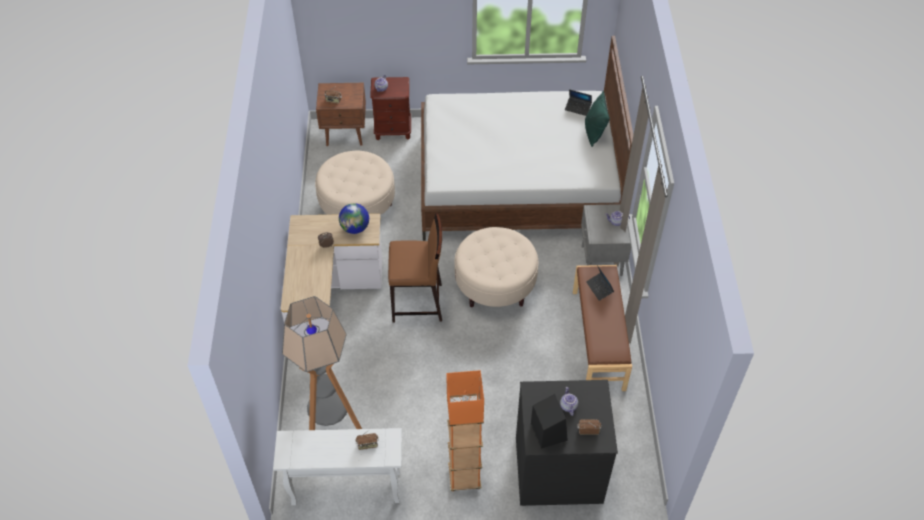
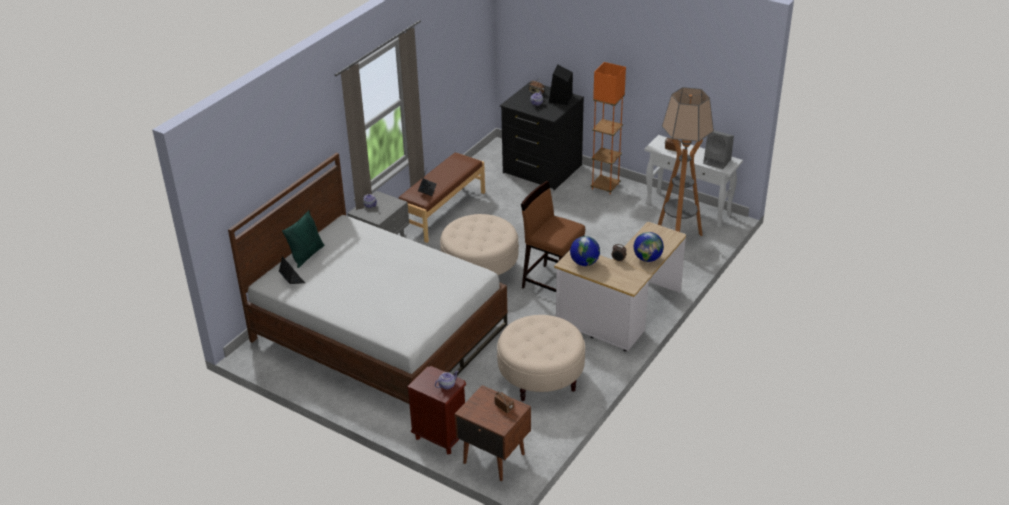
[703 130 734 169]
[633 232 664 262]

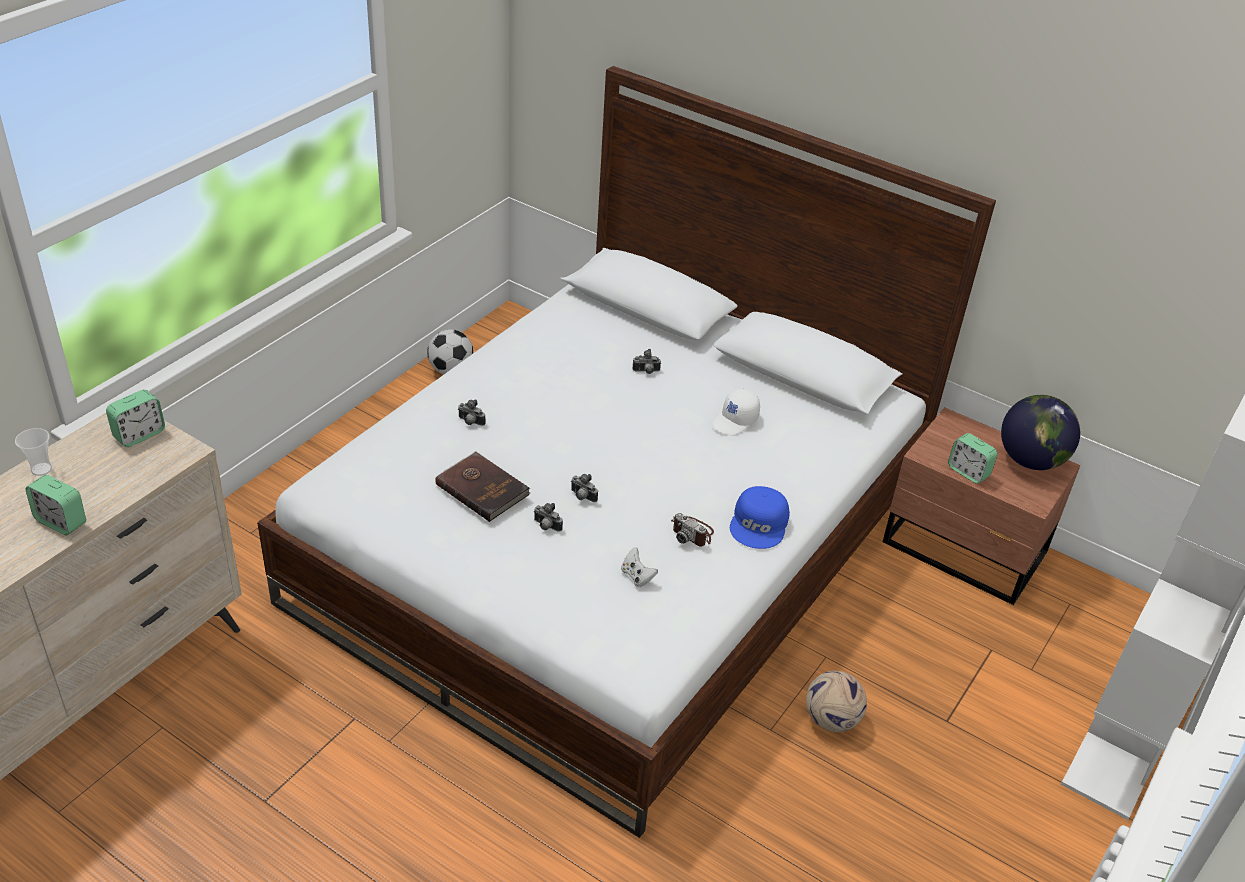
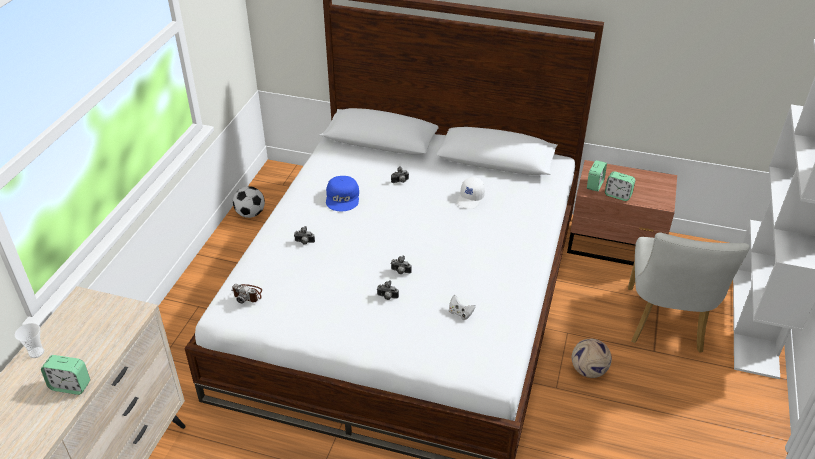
[587 160 607 191]
[1001 395 1080 470] (first image)
[435 451 530 522] (first image)
[326 176 359 211]
[232 284 262 304]
[628 233 750 353]

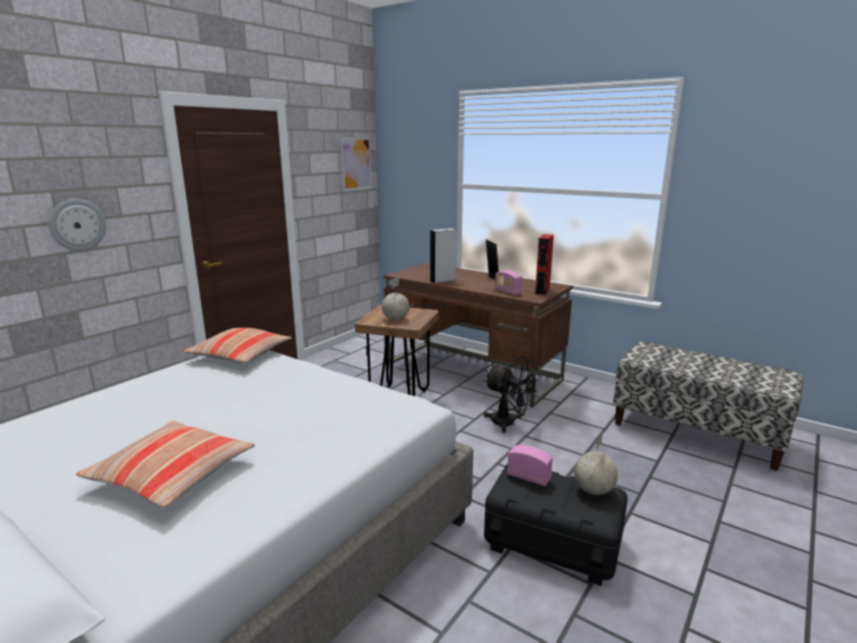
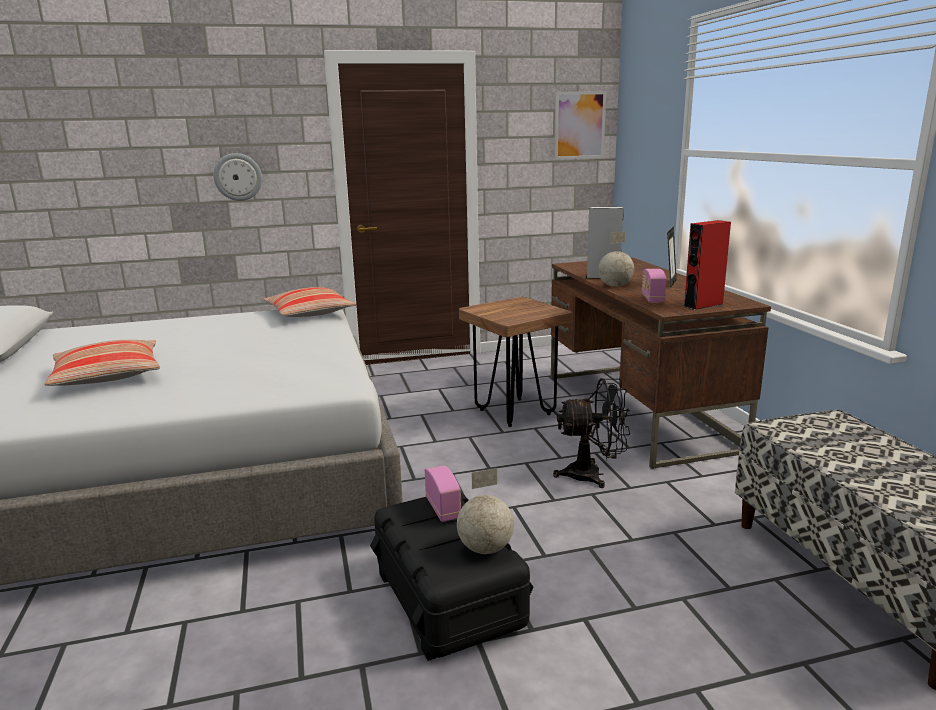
[598 231 634 287]
[553 378 630 488]

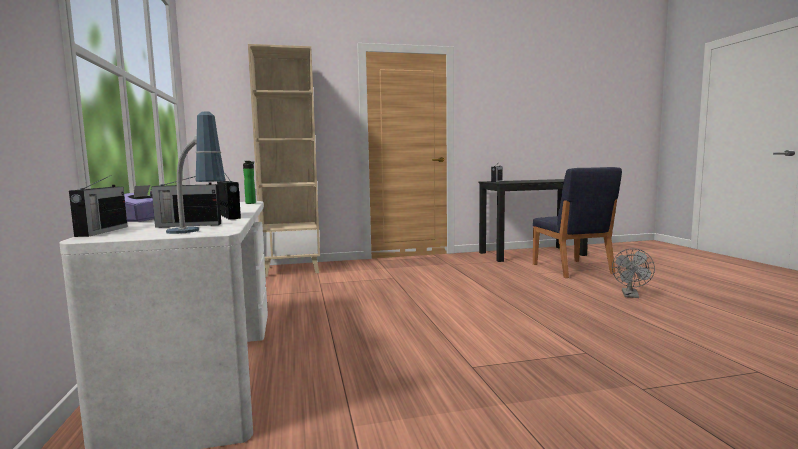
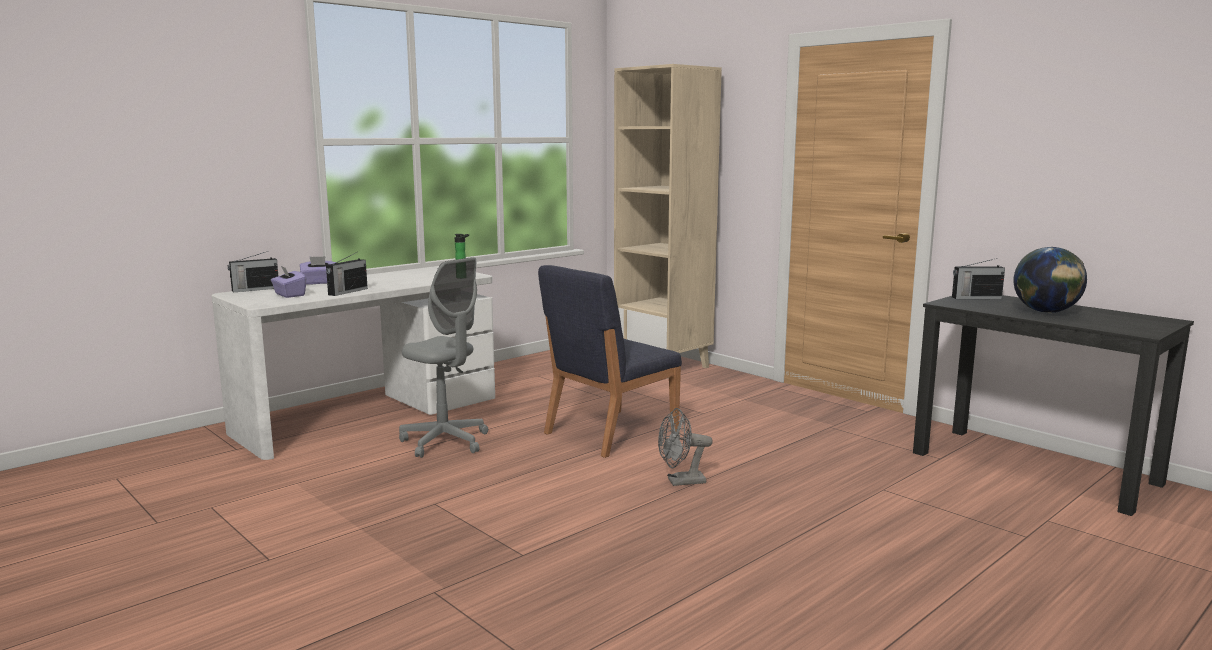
[166 111 225 234] (first image)
[538 265 682 458]
[271 266 306 298]
[658 408 713 486]
[1013 247 1087 313]
[399 257 488 458]

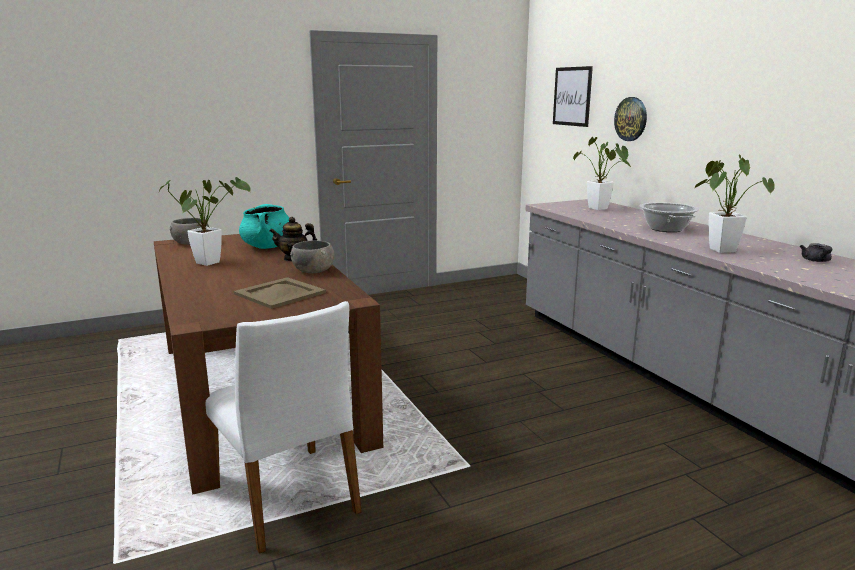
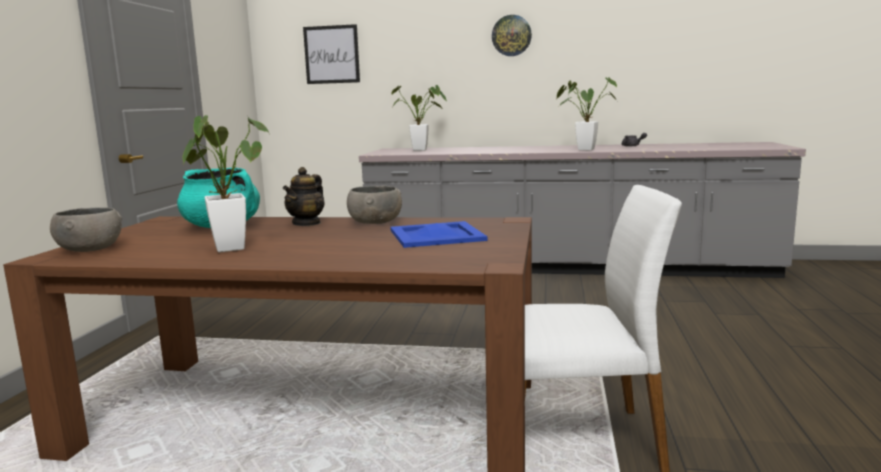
[492 15 532 56]
[640 202 699 232] (first image)
[390 221 488 248]

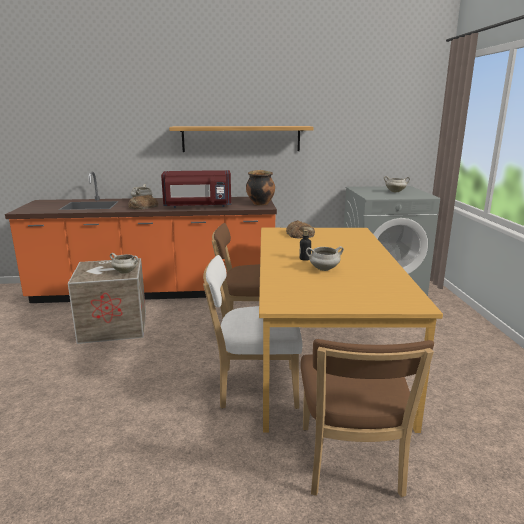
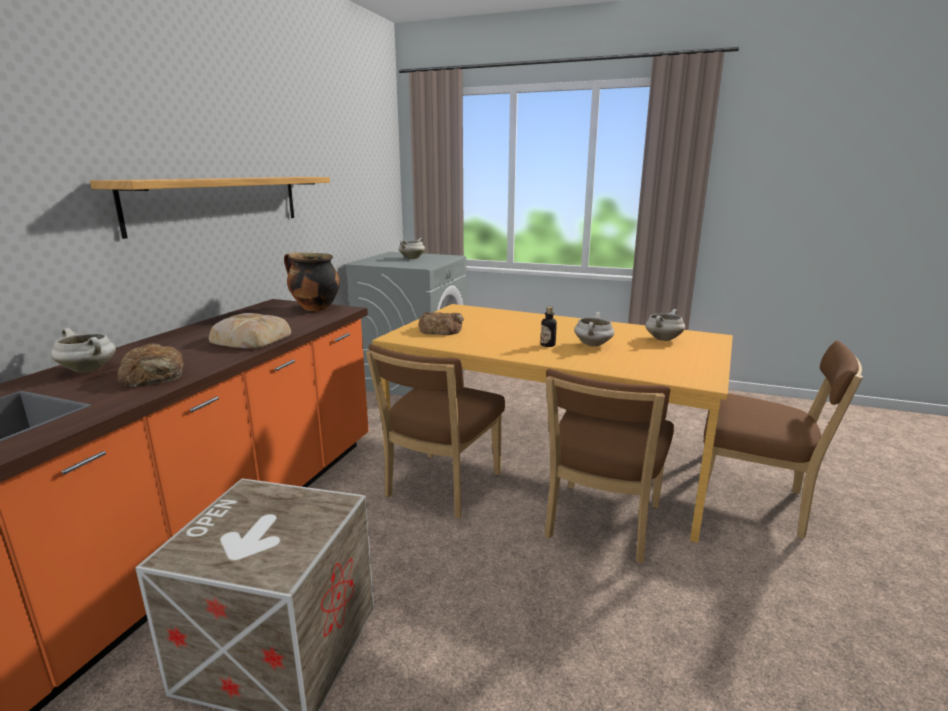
[209 313 291 349]
[645 309 685 341]
[545 369 674 563]

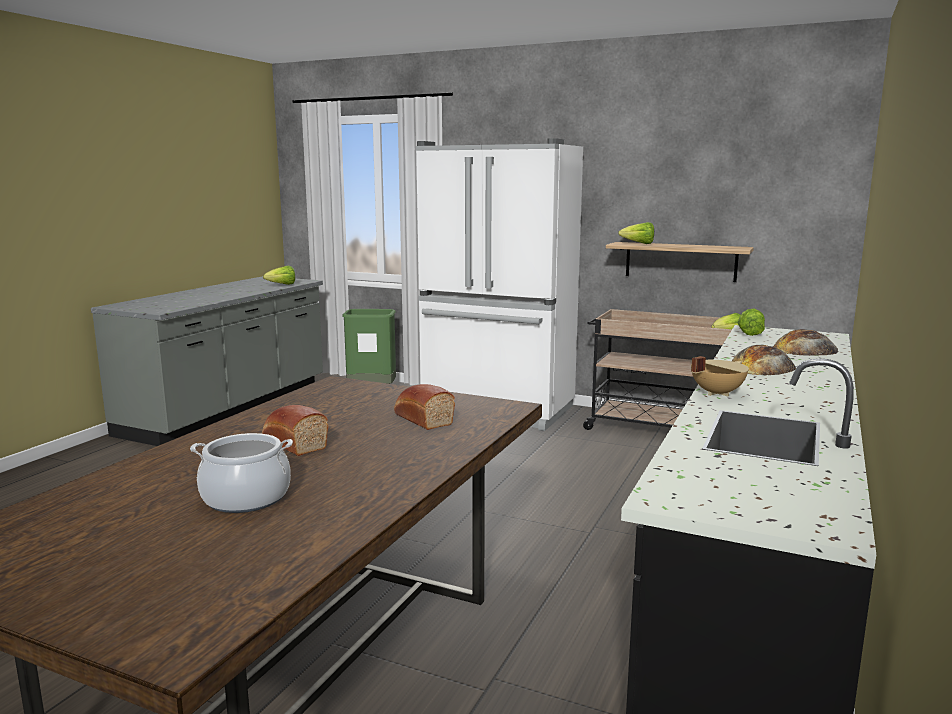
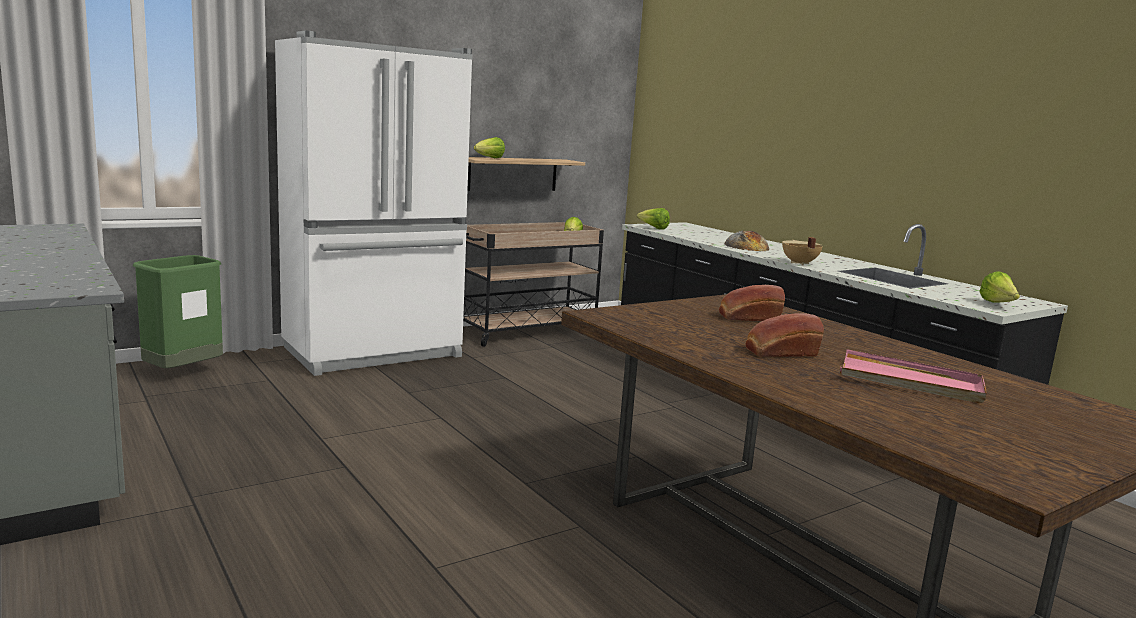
[979 271 1020 303]
[773 329 839 356] (first image)
[840 349 987 403]

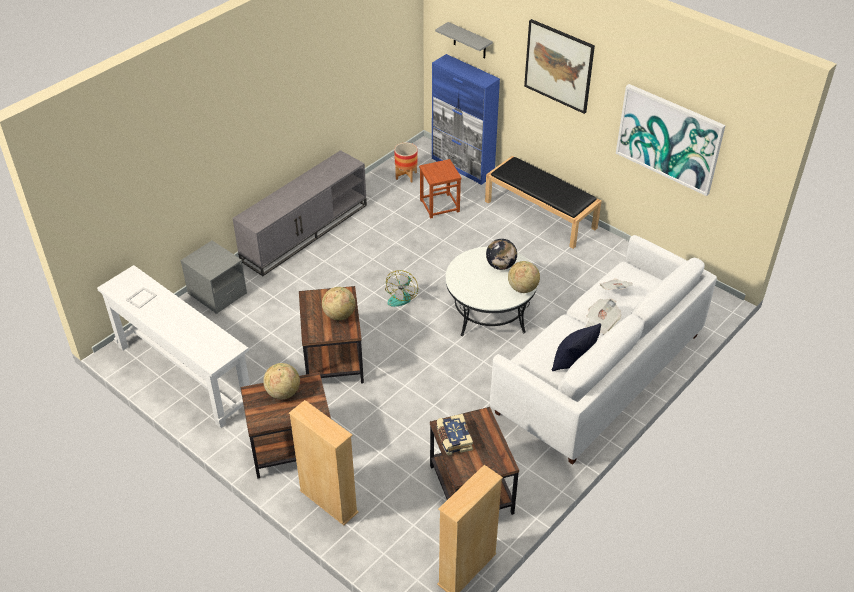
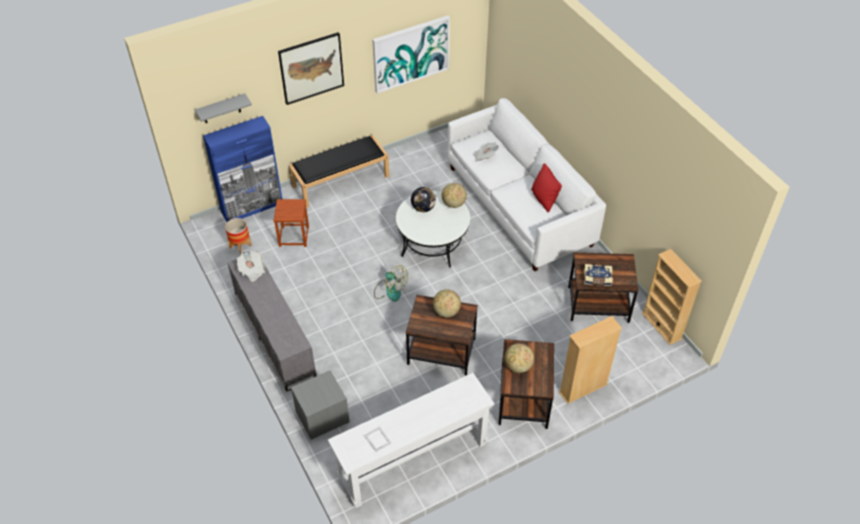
[237 250 265 282]
[531 163 562 212]

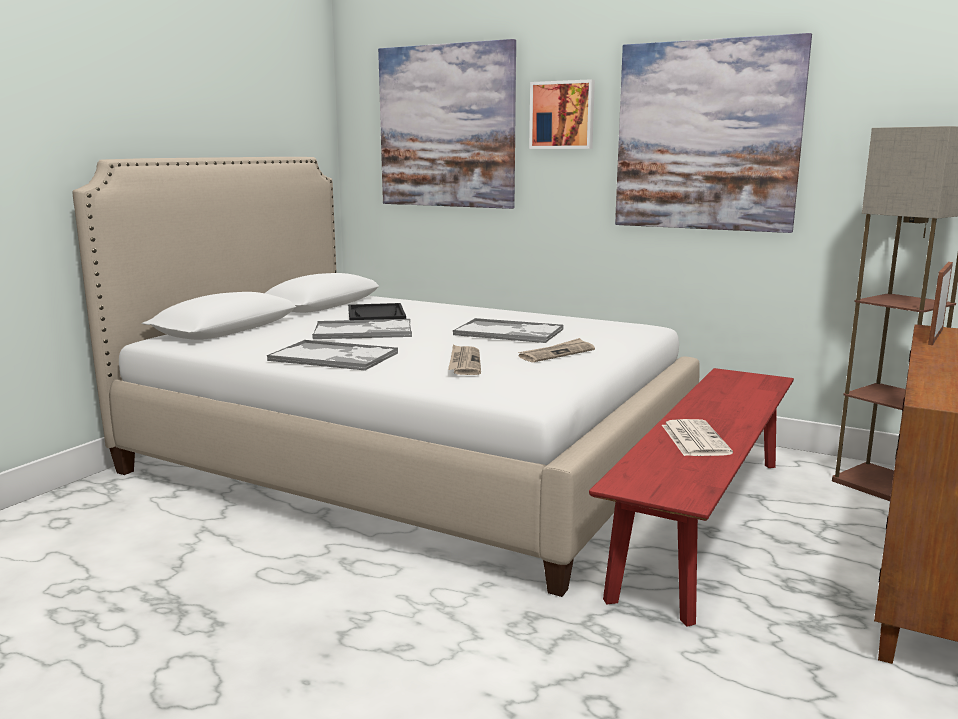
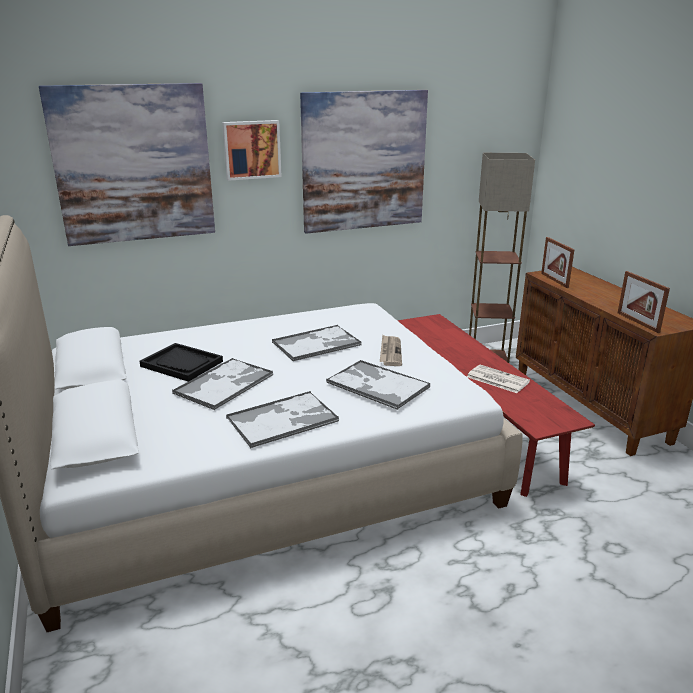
[326 360 430 410]
[618 271 670 333]

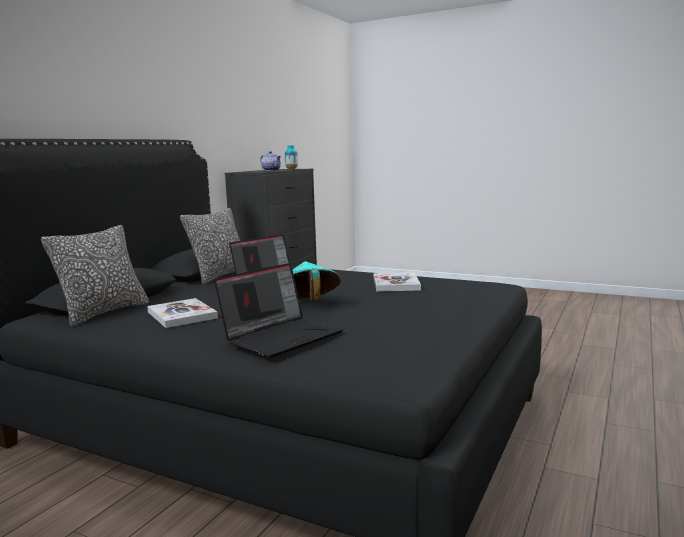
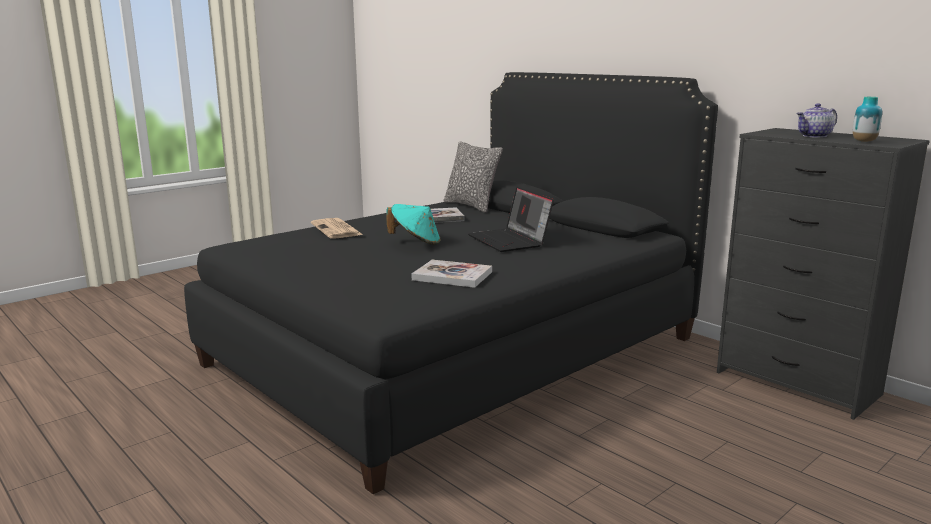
[180 208 240 284] (first image)
[311 218 363 238]

